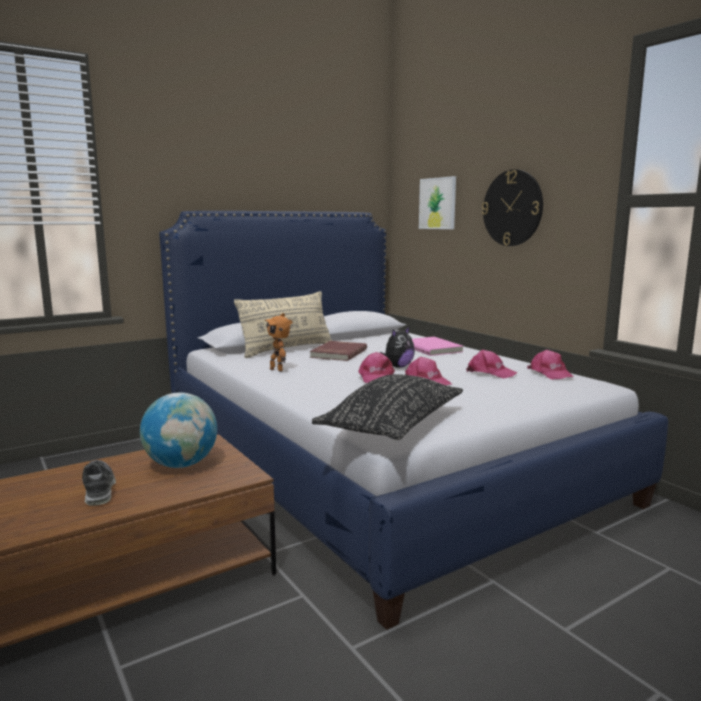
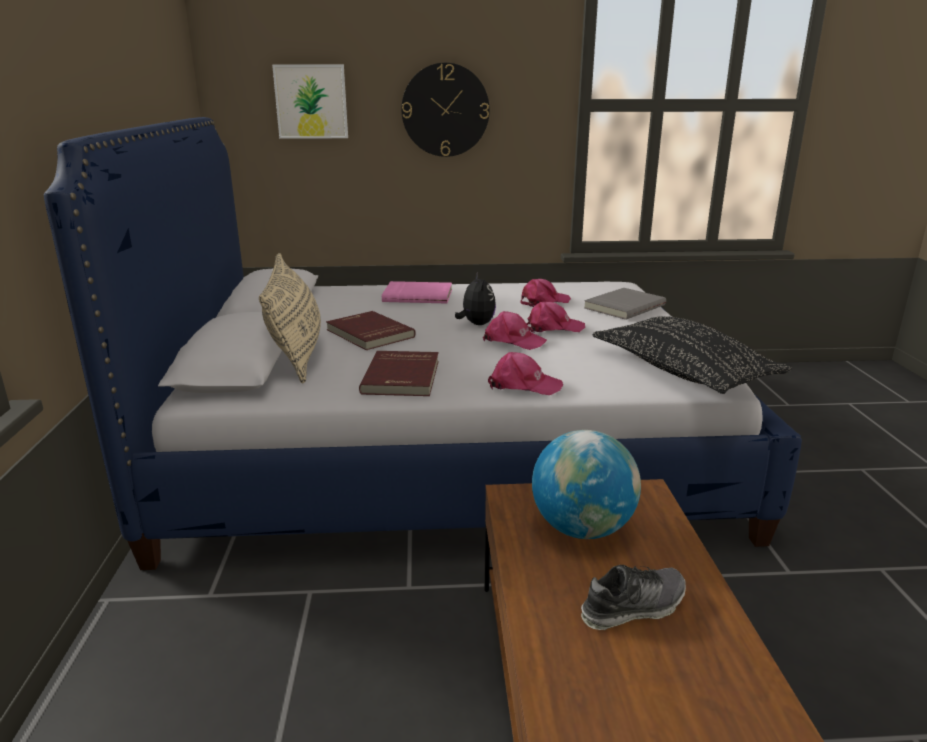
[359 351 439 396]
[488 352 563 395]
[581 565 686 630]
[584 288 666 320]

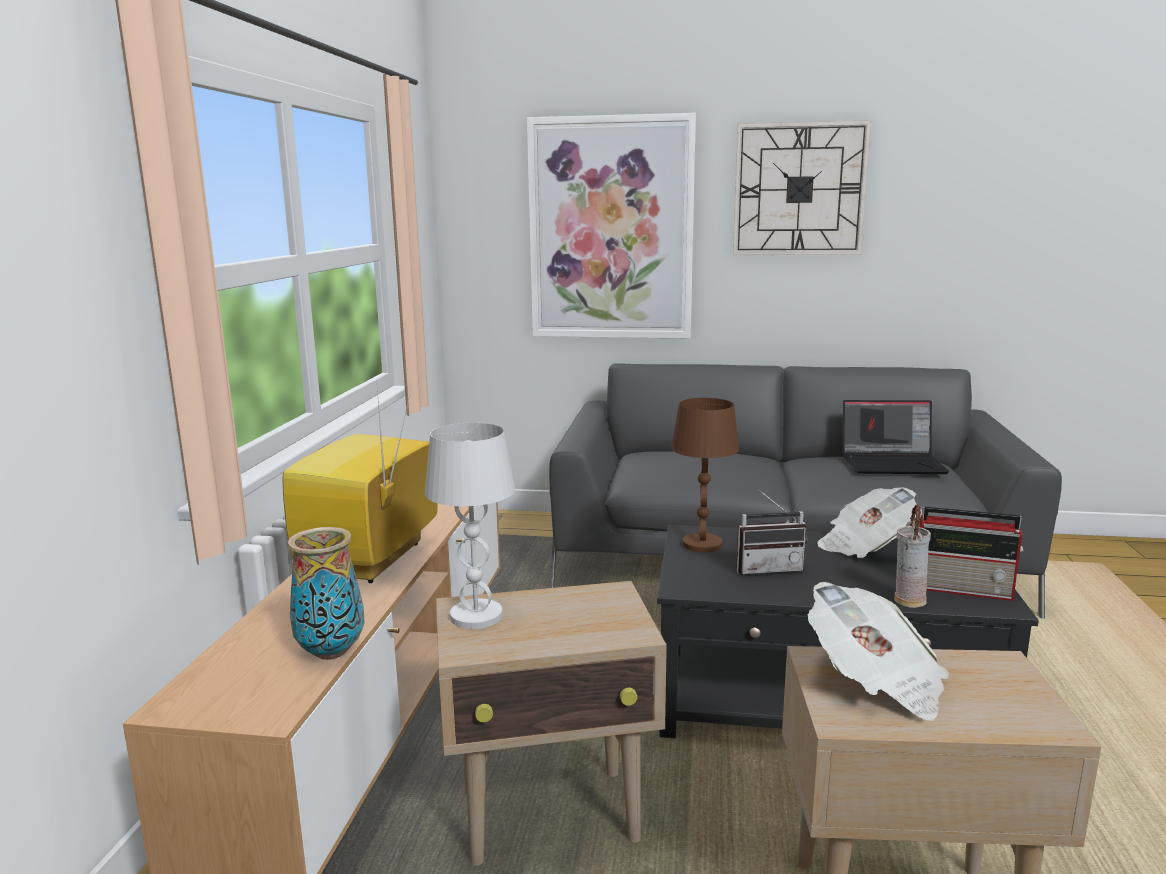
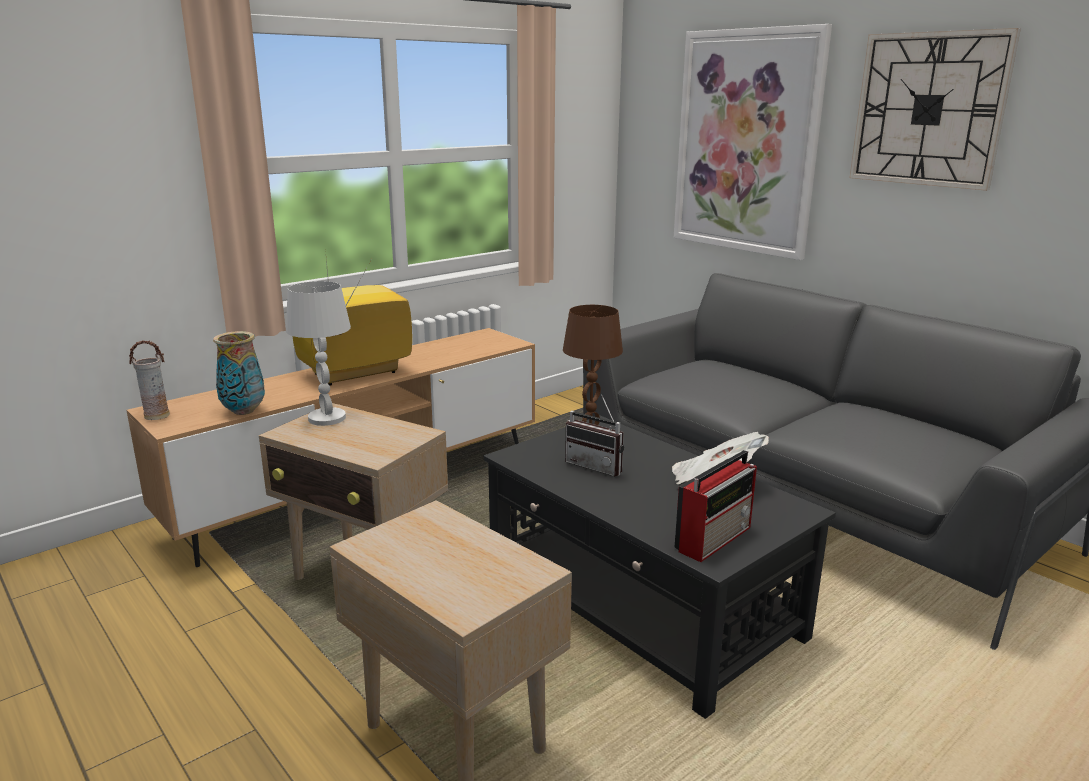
[843 400 949 474] (first image)
[129 340 170 420]
[674 450 757 562]
[807 582 949 721] (first image)

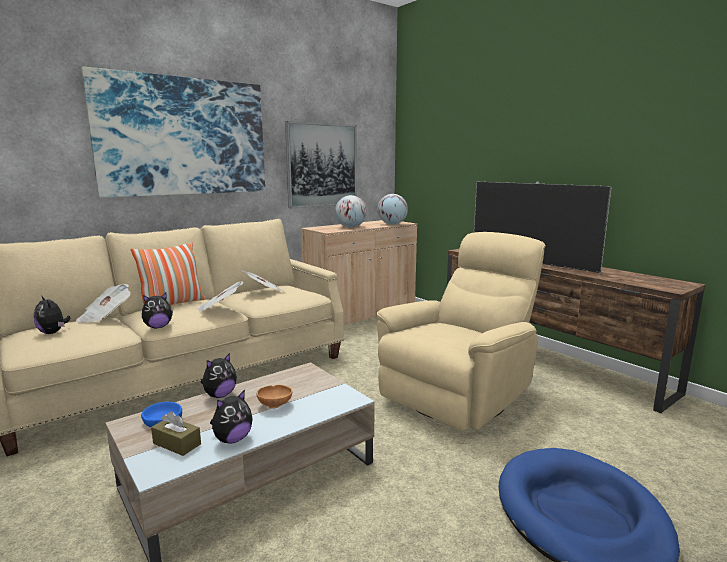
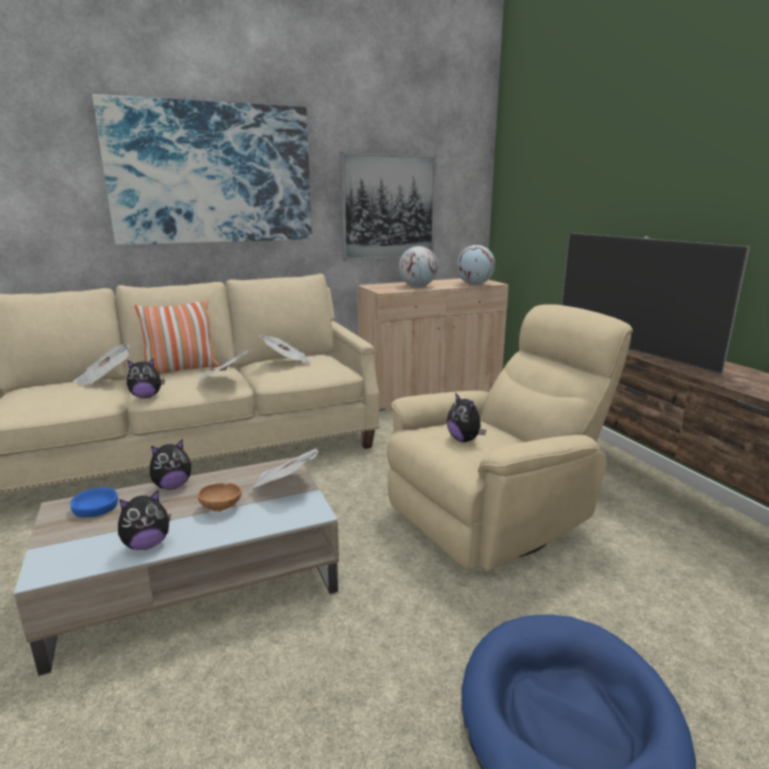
[447 392 486 442]
[151 411 201 456] (first image)
[251 447 319 489]

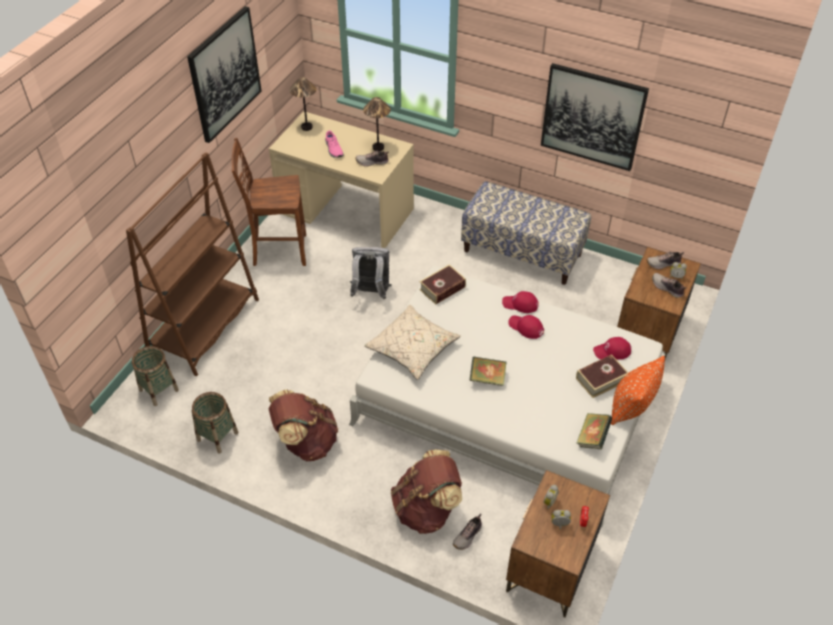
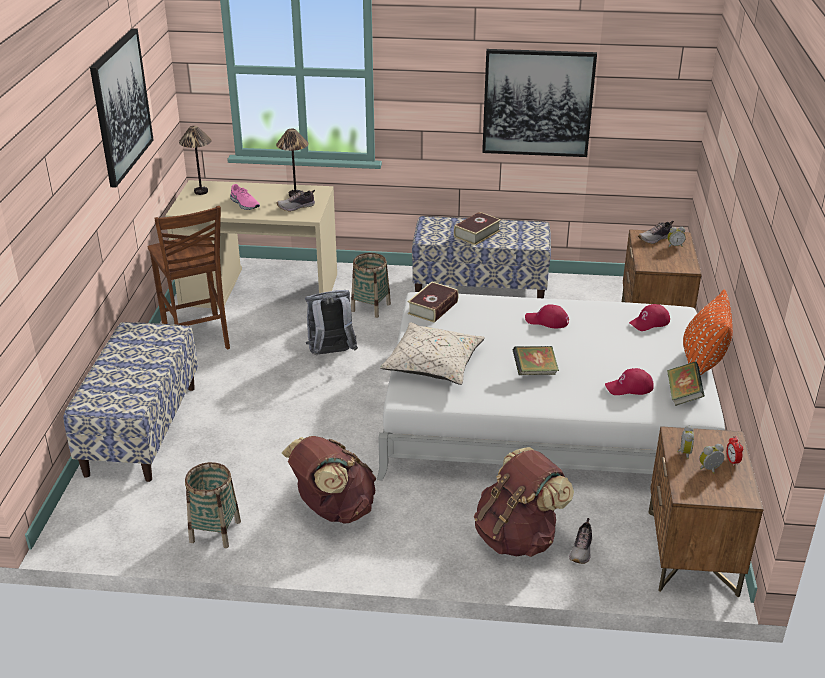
[148 206 230 350]
[64 322 198 482]
[652 273 686 298] (first image)
[605 368 654 395]
[351 253 391 318]
[454 212 501 246]

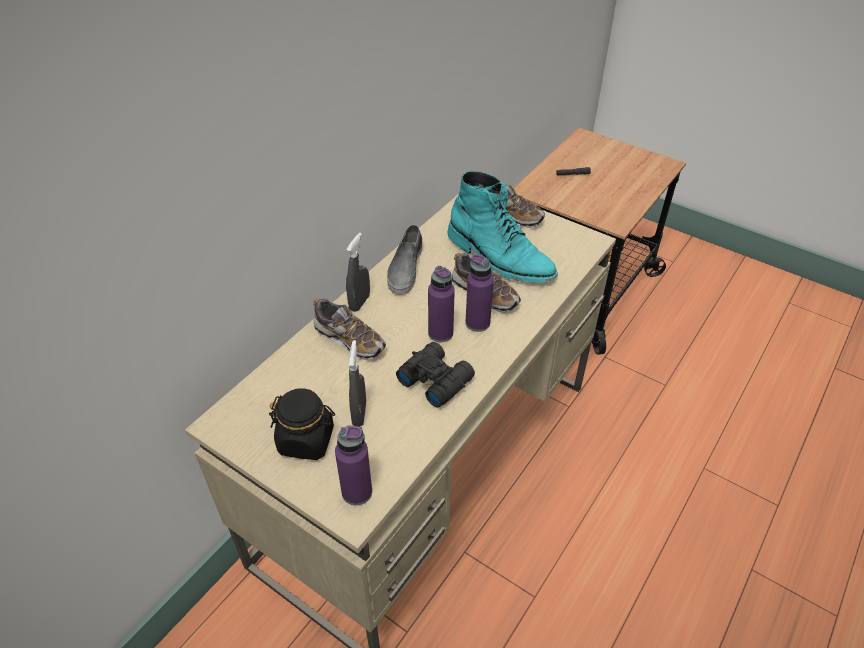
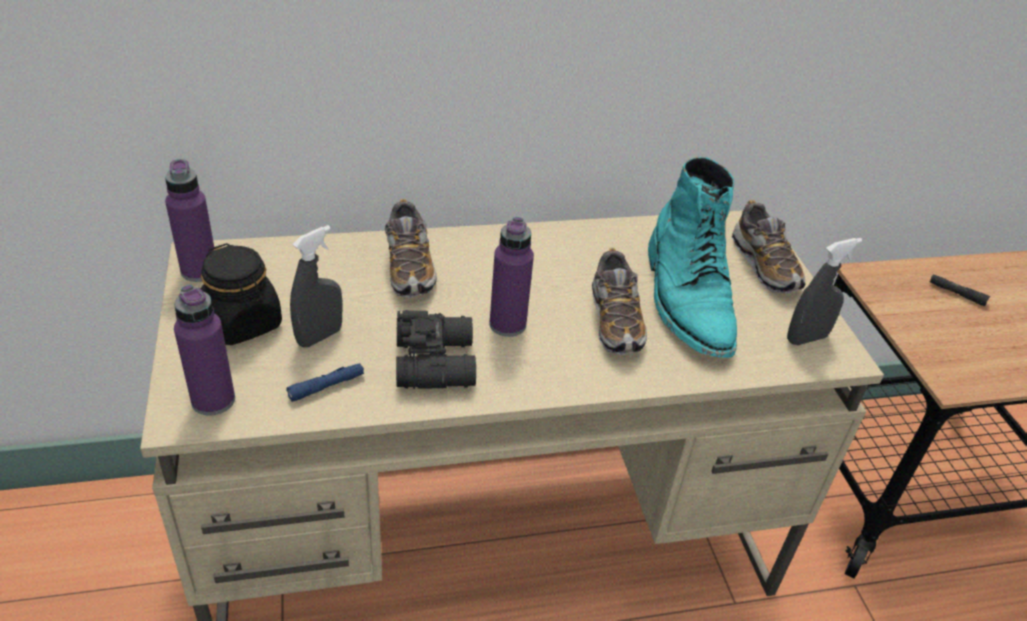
[387 225 422 295] (first image)
[787 238 862 345]
[165 159 214 282]
[286 363 364 402]

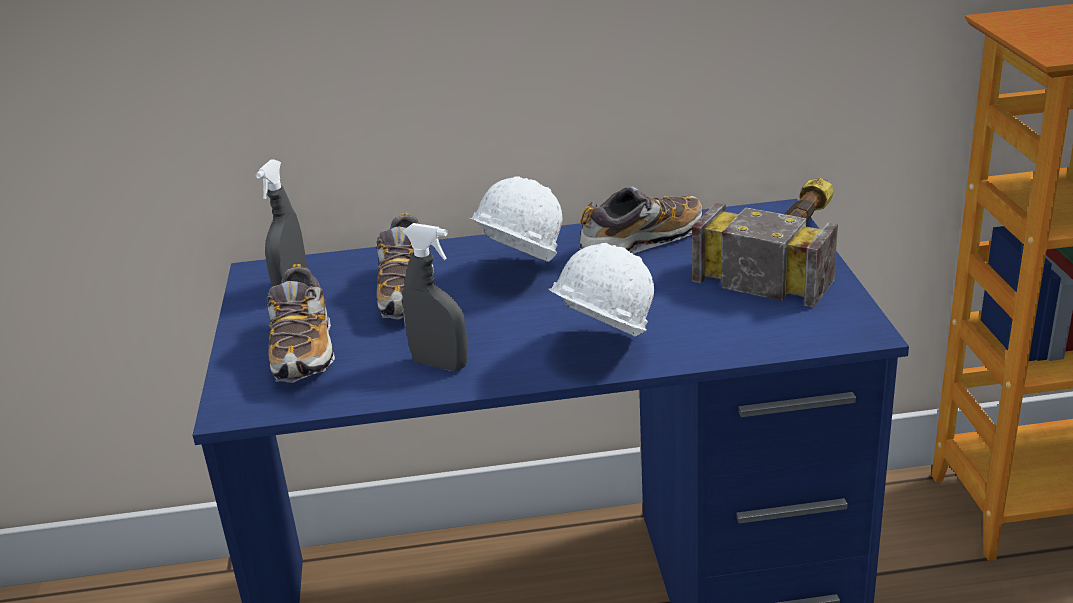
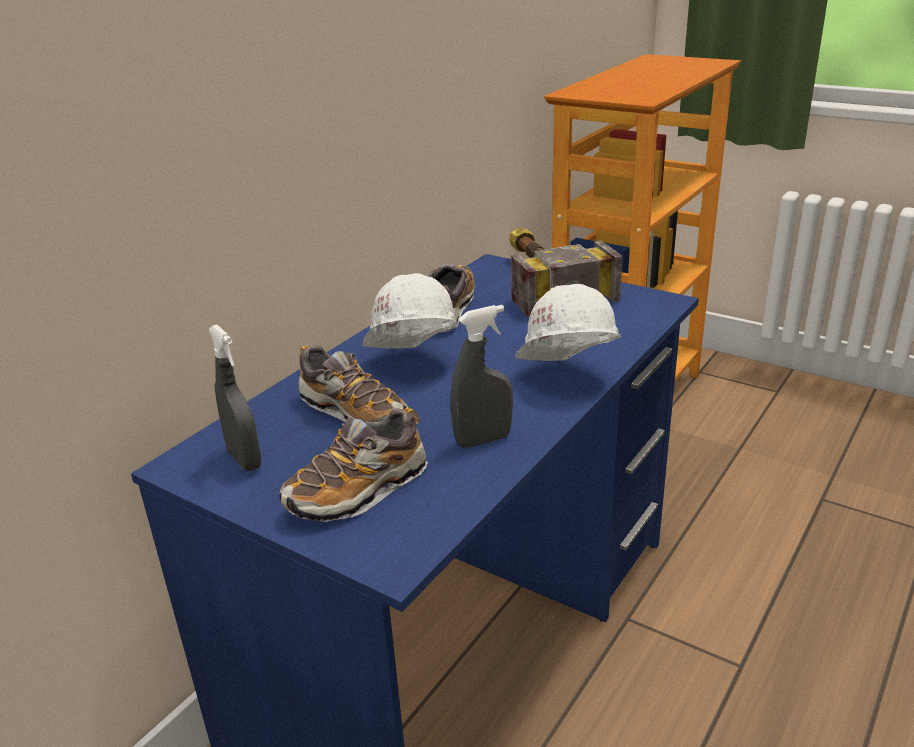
[279 407 428 522]

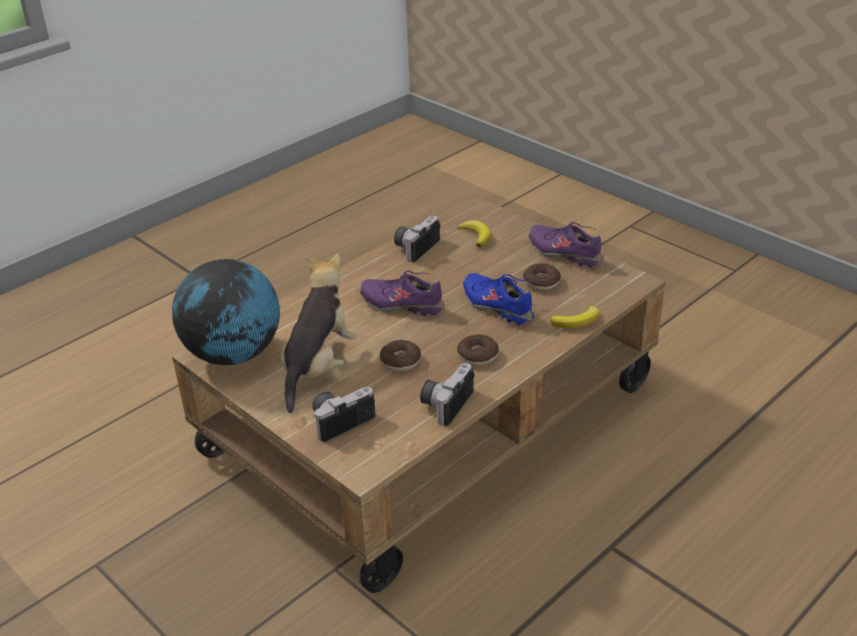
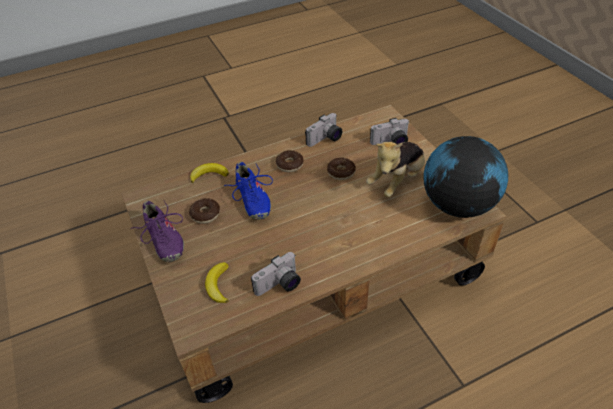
[359 271 445 316] (first image)

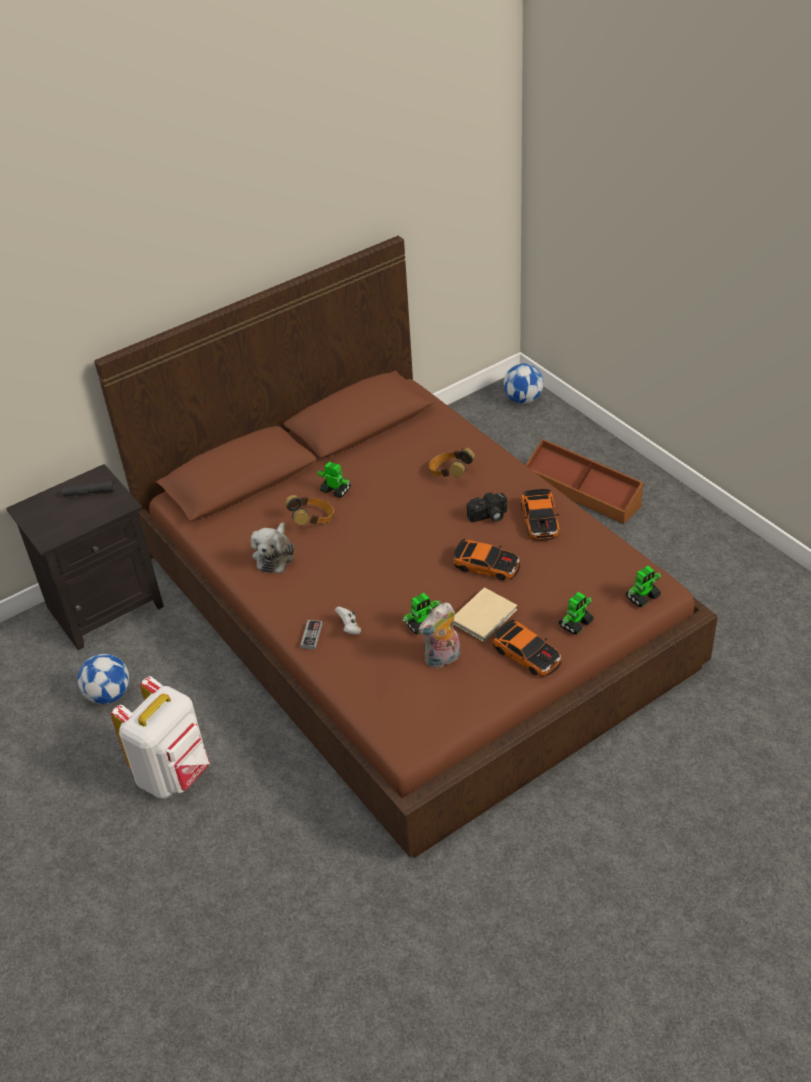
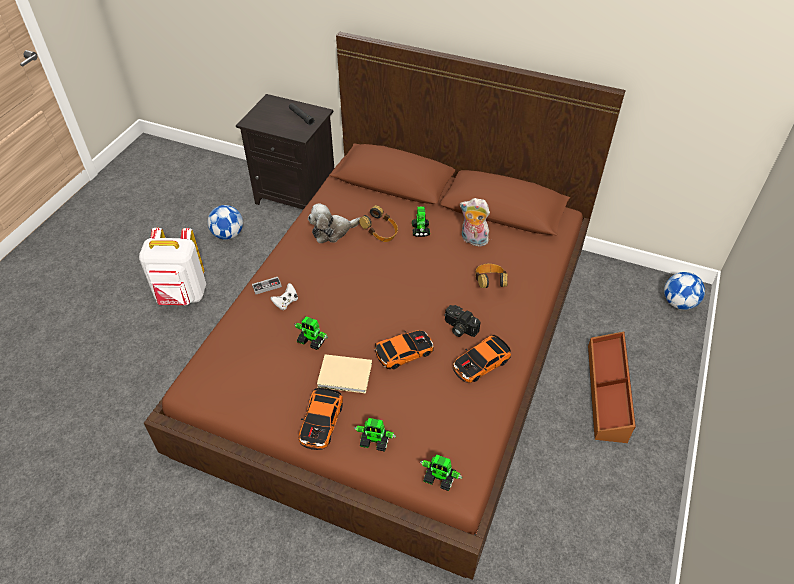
[374 330 434 369]
[460 198 490 247]

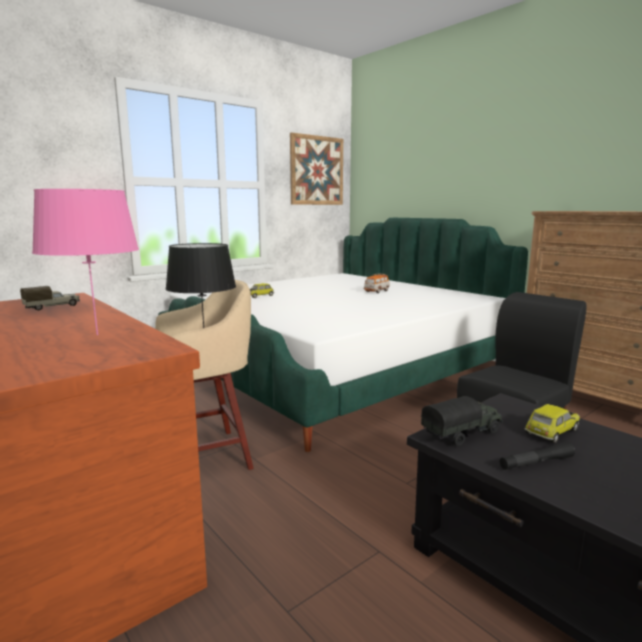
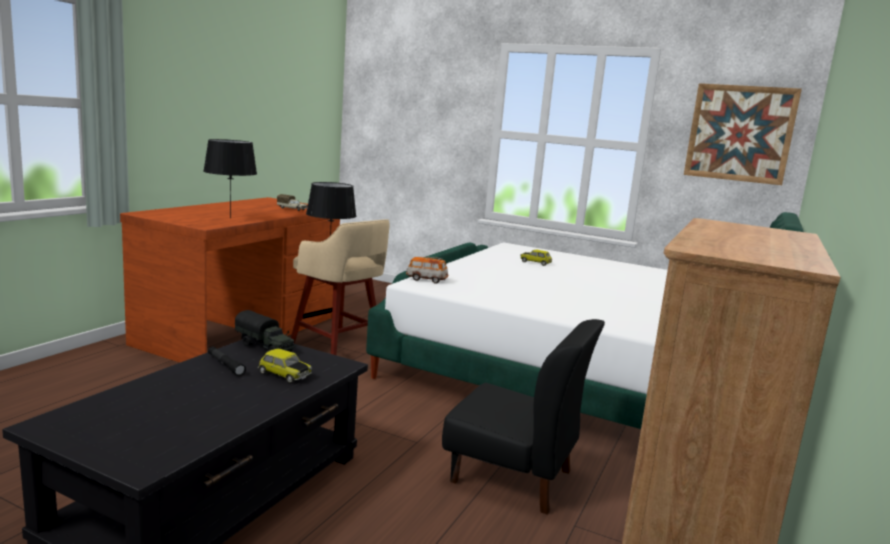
[203 139 257 218]
[406 257 449 284]

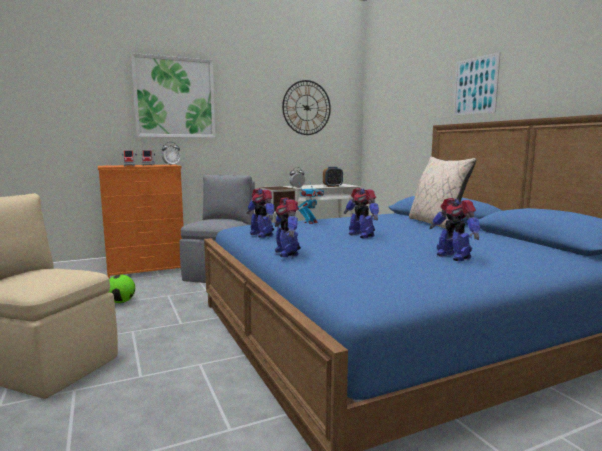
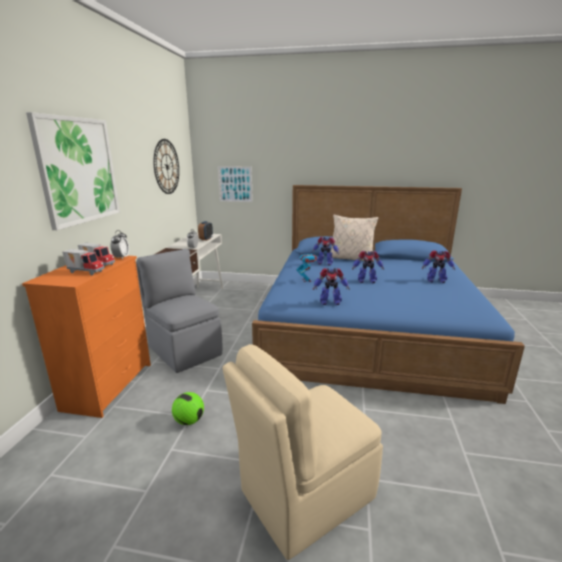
[218 166 253 202]
[312 237 339 265]

